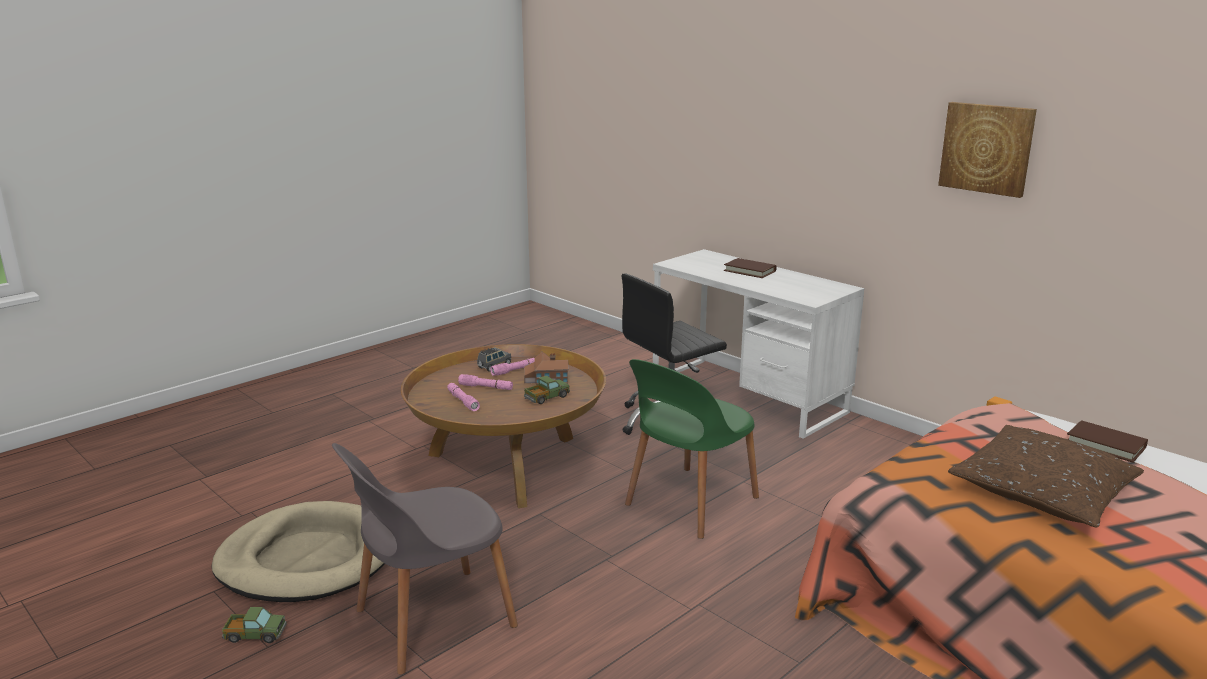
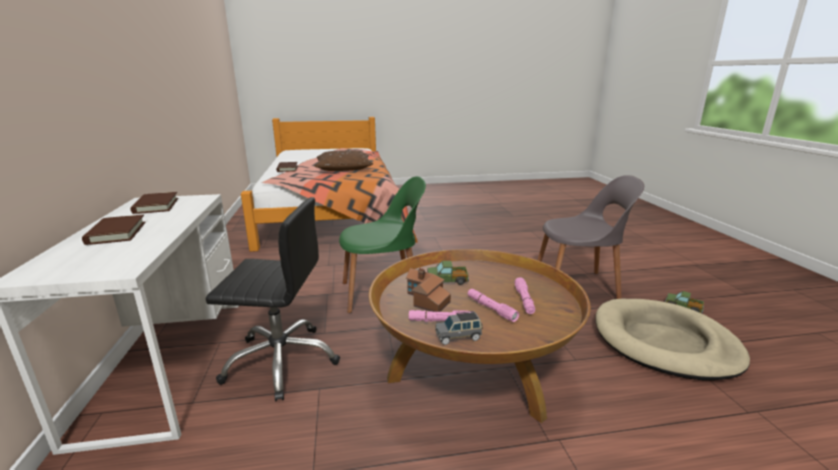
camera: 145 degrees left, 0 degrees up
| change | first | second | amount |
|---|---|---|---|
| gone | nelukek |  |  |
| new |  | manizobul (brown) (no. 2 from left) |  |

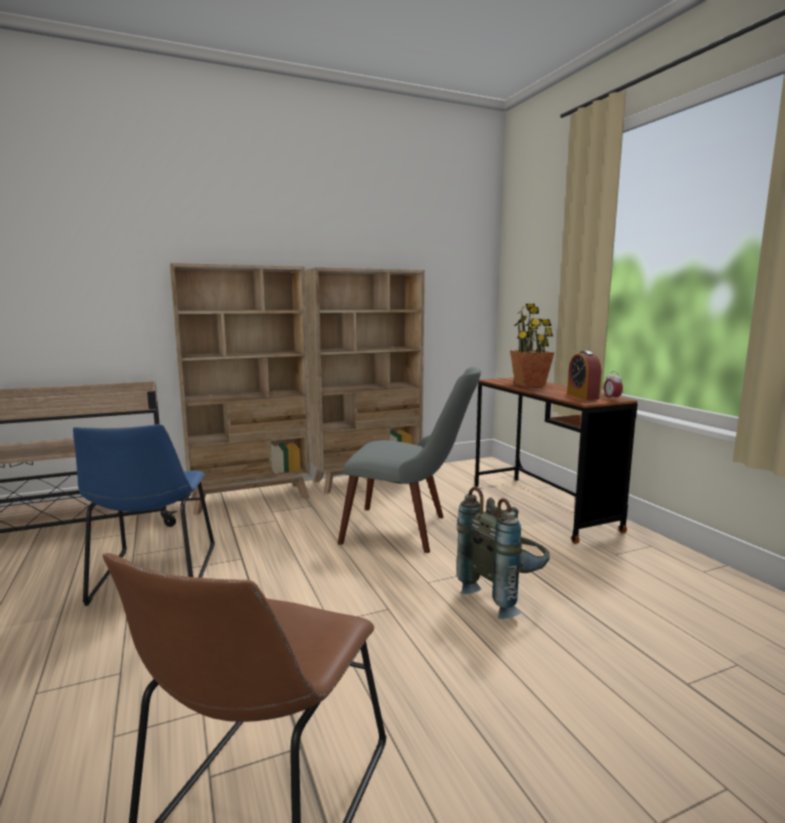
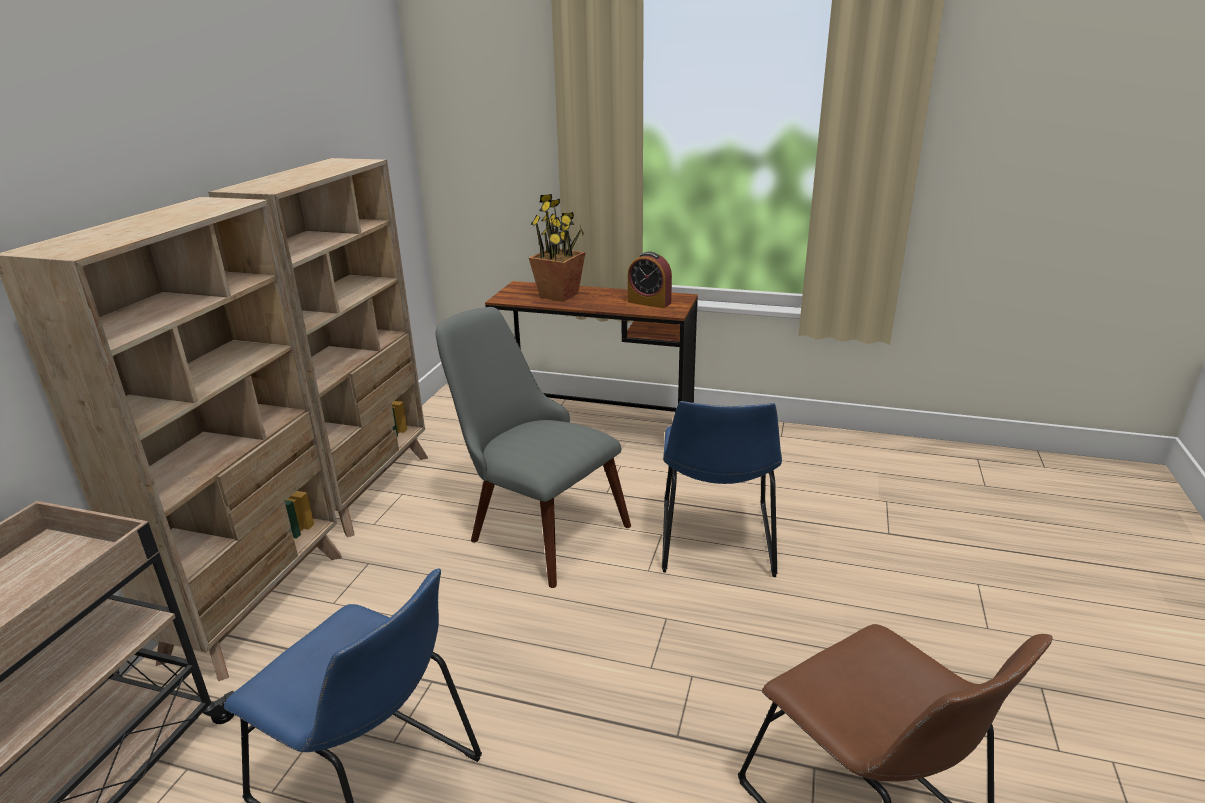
camera: 50 degrees left, 15 degrees up
| change | first | second | amount |
|---|---|---|---|
| rotated | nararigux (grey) |  | 105 degrees counterclockwise |
| swapped | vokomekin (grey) | nararigux (blue) (no. 2 from left) |  |
| gone | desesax (no. 2 from left) |  |  |

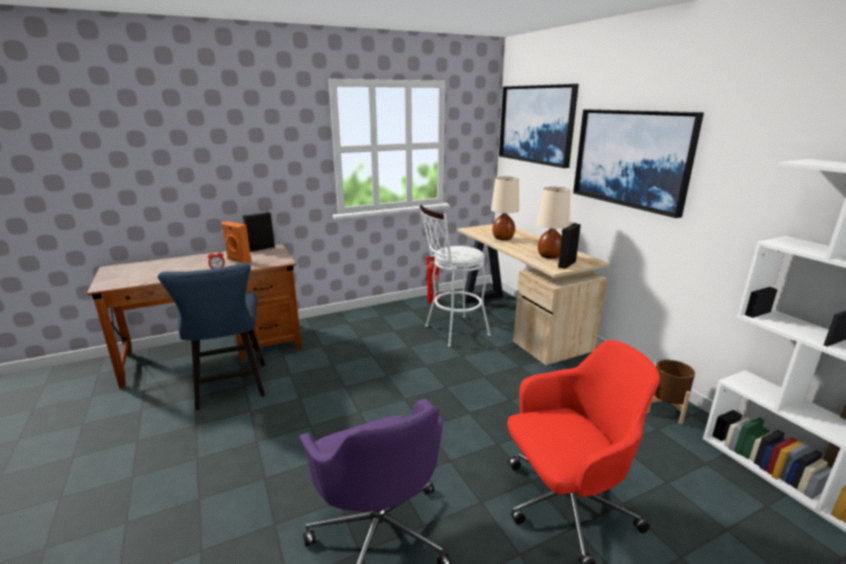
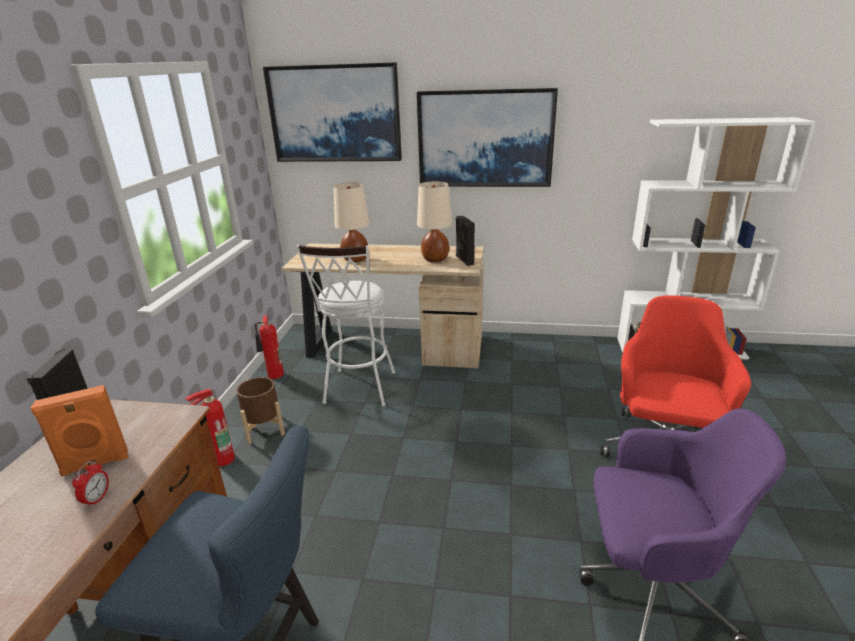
camera: 55 degrees left, 5 degrees up
| change | first | second | amount |
|---|---|---|---|
| shifted | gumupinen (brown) |  |  |
| new |  | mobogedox (no. 1 from left) |  |

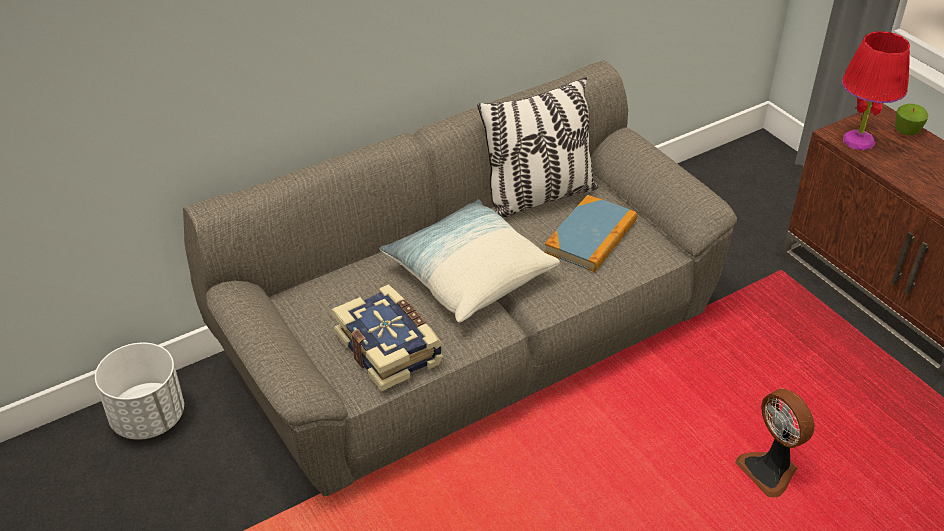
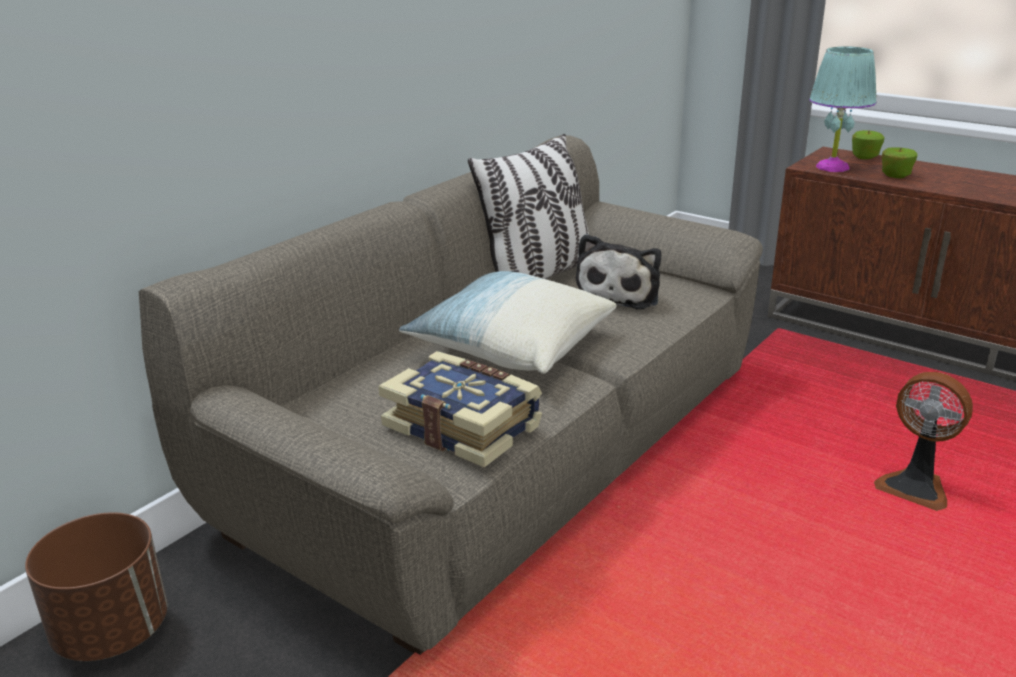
camera: 20 degrees left, 15 degrees down
| change | first | second | amount |
|---|---|---|---|
| repainted | gumupinen (white) | gumupinen (brown) |  |
| swapped | manizobul (no. 2 from left) | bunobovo |  |
| repainted | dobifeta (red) | dobifeta (turquoise) |  |
| new |  | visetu (no. 2 from left) |  |

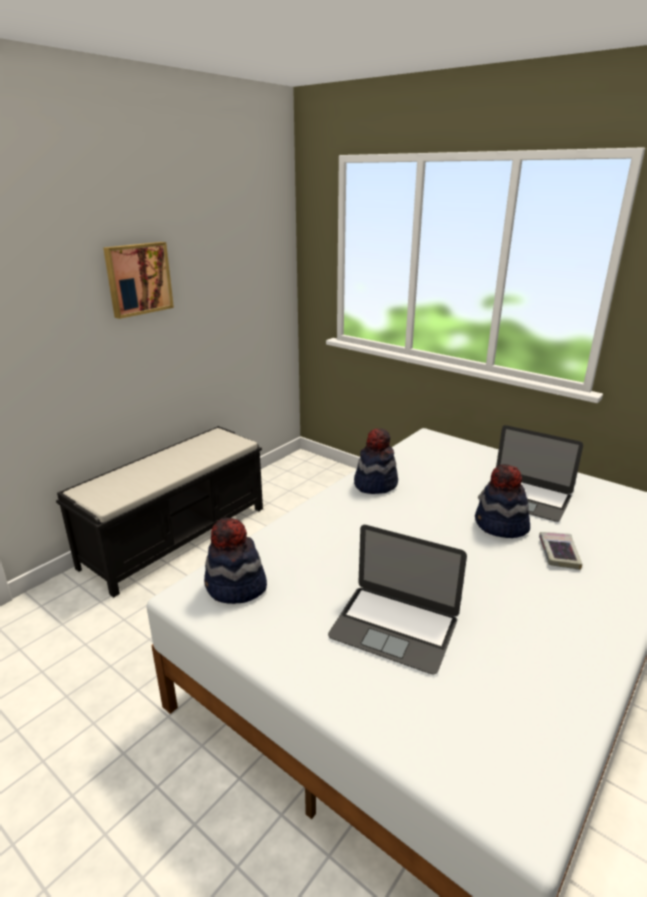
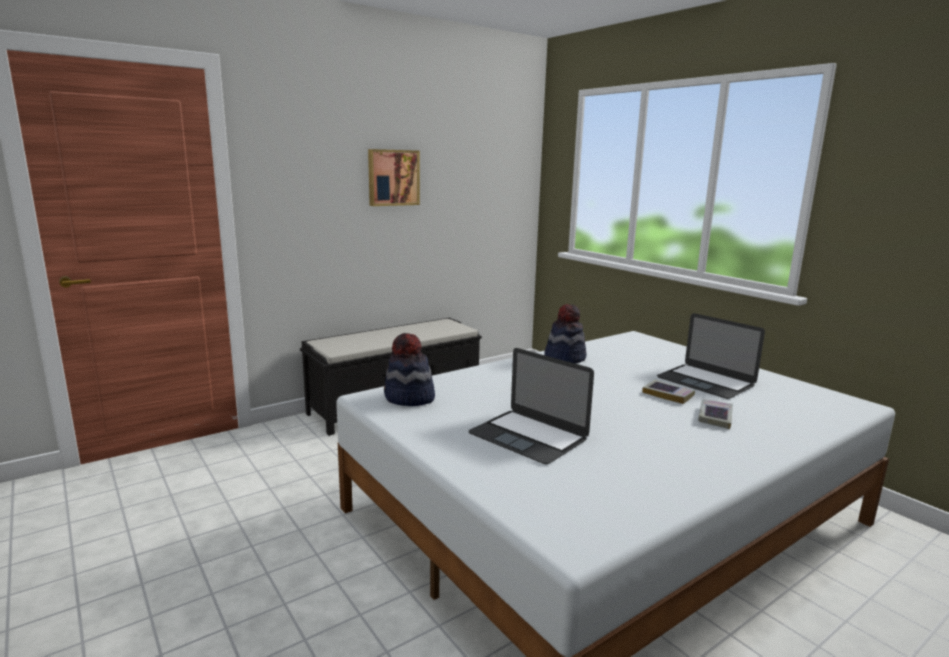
camera: 15 degrees right, 10 degrees down
| change | first | second | amount |
|---|---|---|---|
| swapped | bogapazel (no. 3 from left) | manizobul (no. 1 from left) |  |

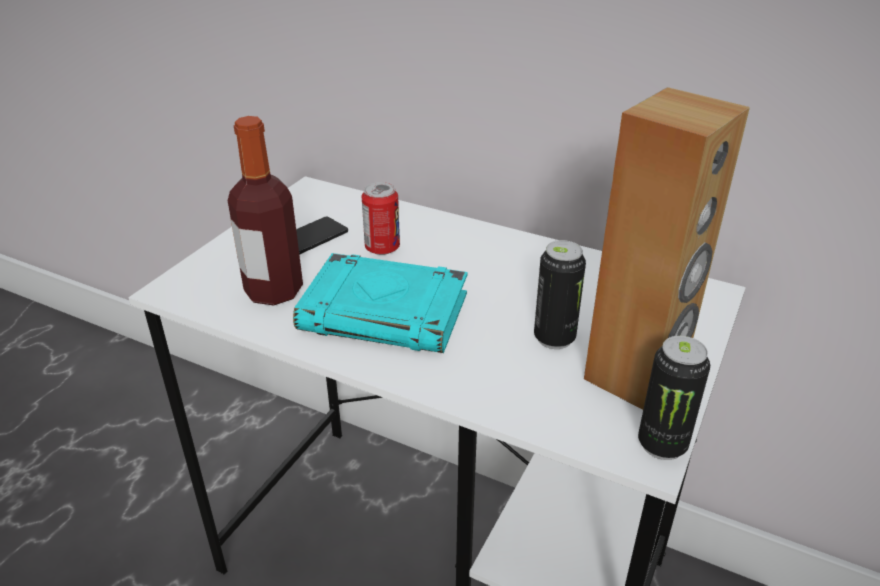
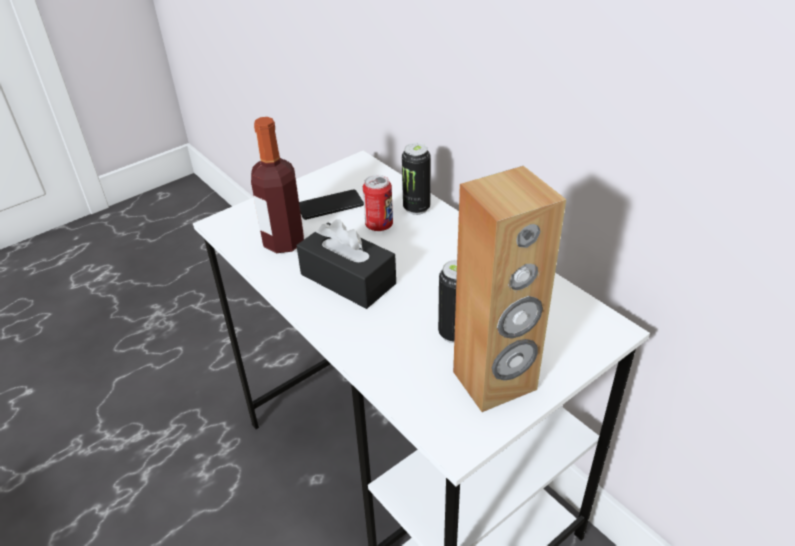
camera: 25 degrees right, 5 degrees up
| change | first | second | amount |
|---|---|---|---|
| swapped | manizobul (turquoise) | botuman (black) |  |
| shifted | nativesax (no. 3 from left in the first image) | nativesax (no. 2 from left) |  |

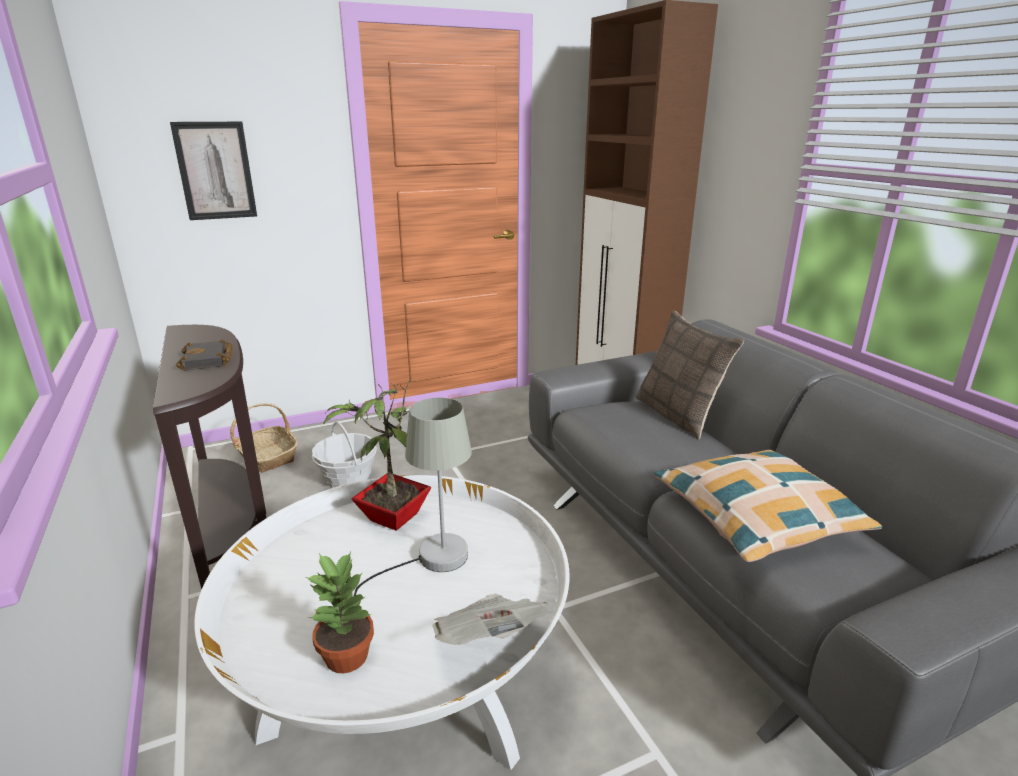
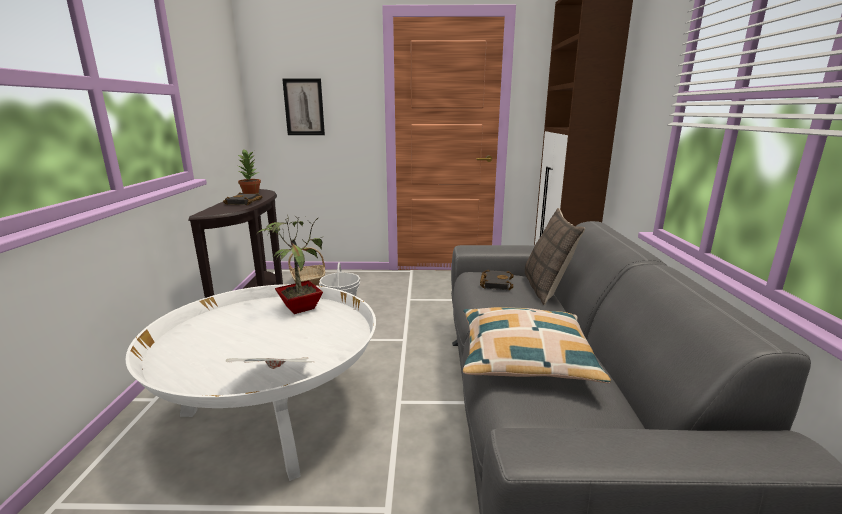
camera: 25 degrees right, 5 degrees down
| change | first | second | amount |
|---|---|---|---|
| shifted | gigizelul (no. 1 from left) |  |  |
| gone | dobifeta (grey) |  |  |
| new |  | manizobul (black) (no. 2 from left) |  |

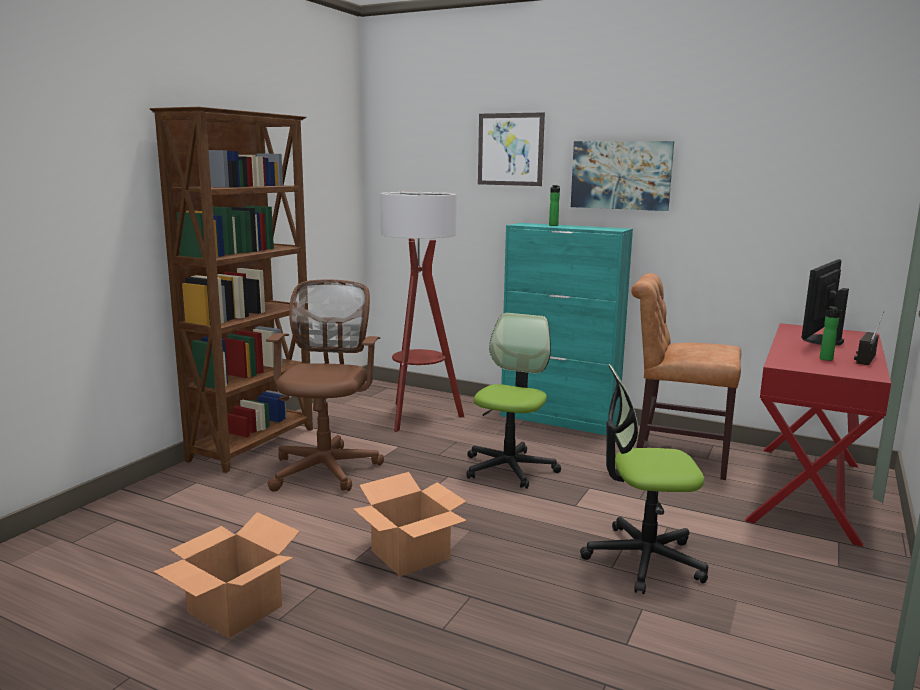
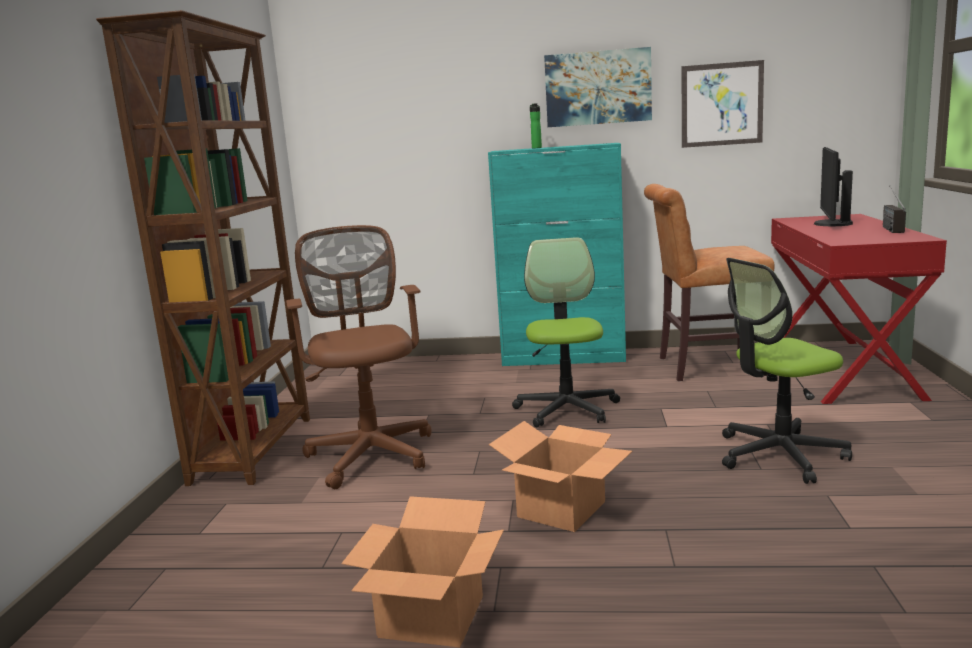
camera: 20 degrees left, 0 degrees up
| change | first | second | amount |
|---|---|---|---|
| gone | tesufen |  |  |
| shifted | nelukek (no. 1 from left in the first image) | nelukek (no. 2 from left) |  |
| gone | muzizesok (no. 2 from left) |  |  |

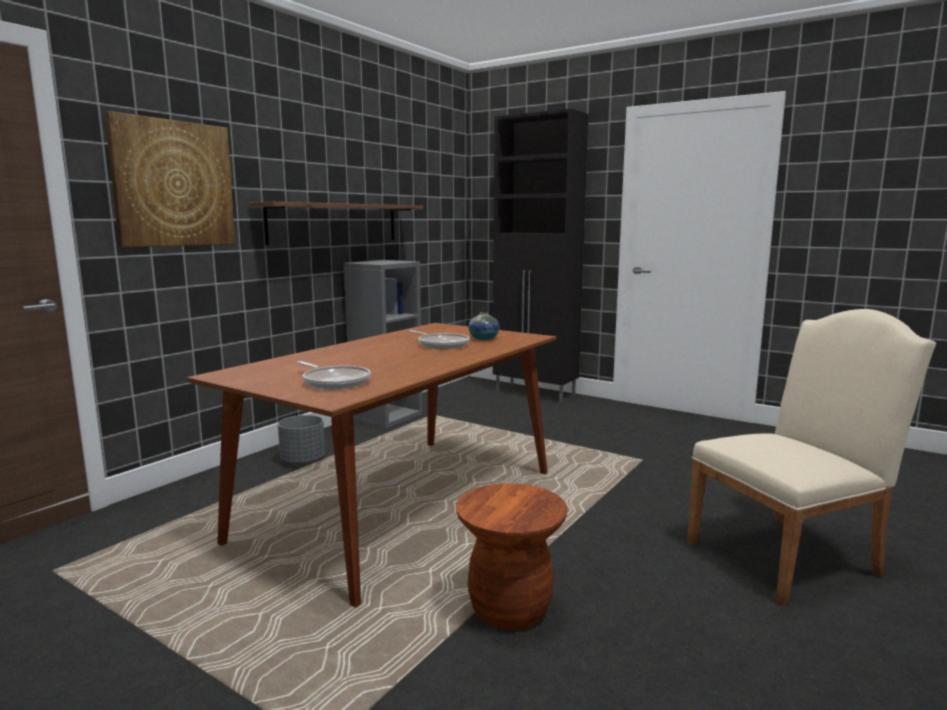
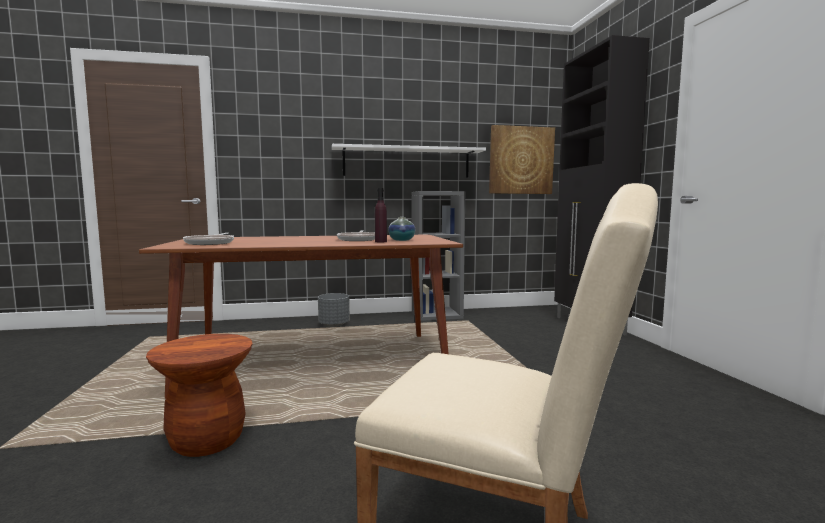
camera: 45 degrees right, 5 degrees down
| change | first | second | amount |
|---|---|---|---|
| shifted | nelukek |  |  |
| repainted | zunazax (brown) | zunazax (white) |  |
| new |  | muzizesok (purple) |  |

